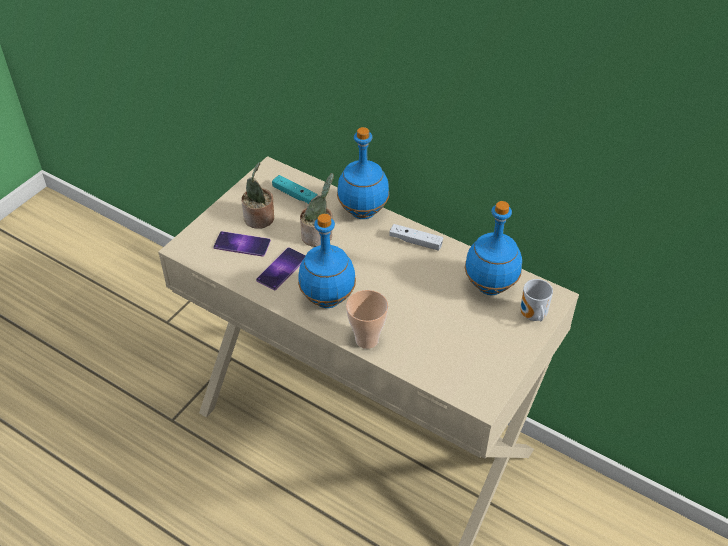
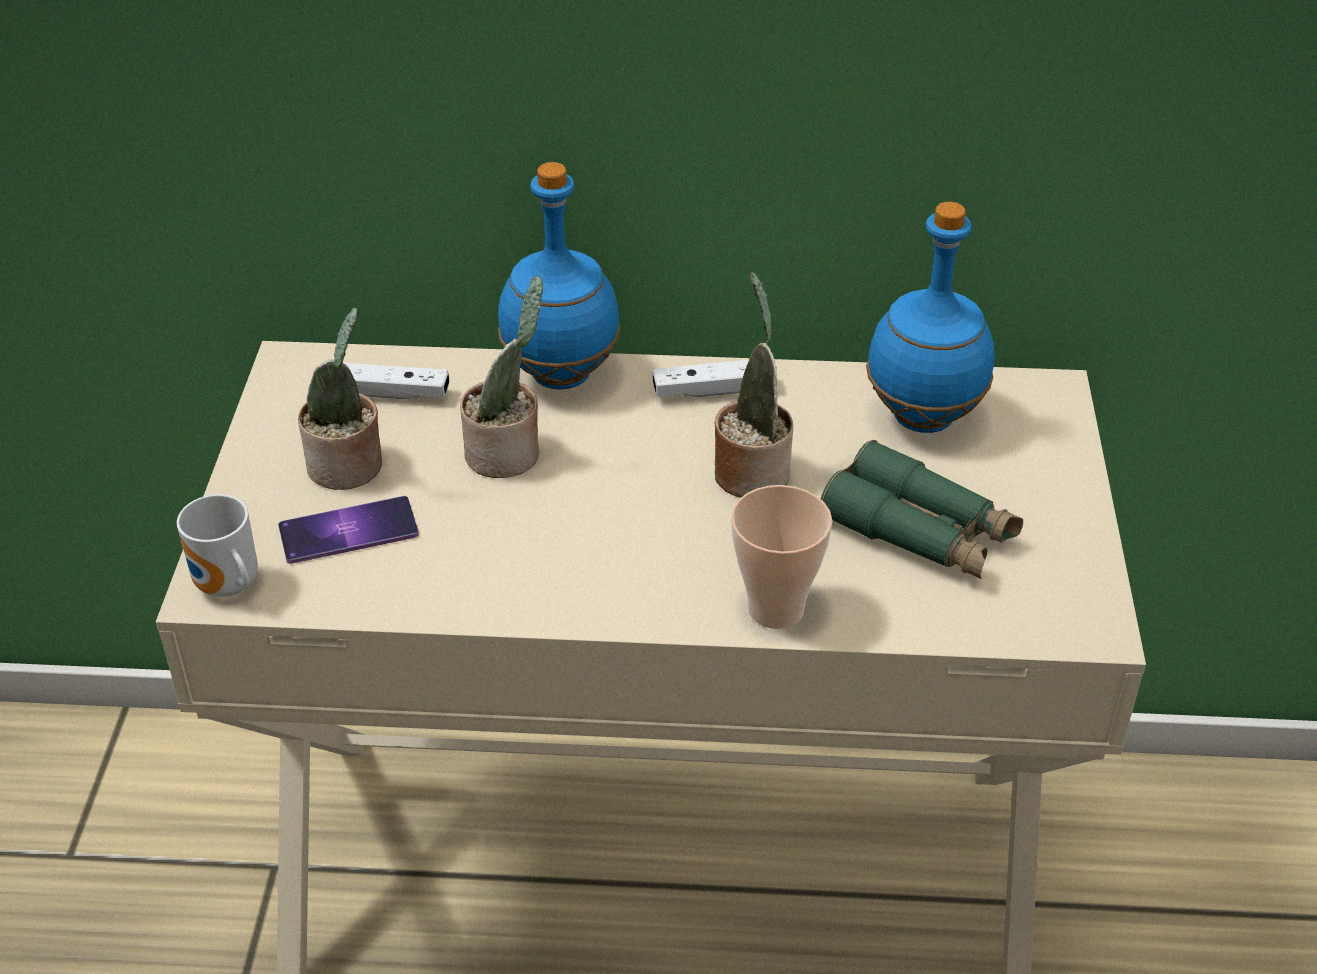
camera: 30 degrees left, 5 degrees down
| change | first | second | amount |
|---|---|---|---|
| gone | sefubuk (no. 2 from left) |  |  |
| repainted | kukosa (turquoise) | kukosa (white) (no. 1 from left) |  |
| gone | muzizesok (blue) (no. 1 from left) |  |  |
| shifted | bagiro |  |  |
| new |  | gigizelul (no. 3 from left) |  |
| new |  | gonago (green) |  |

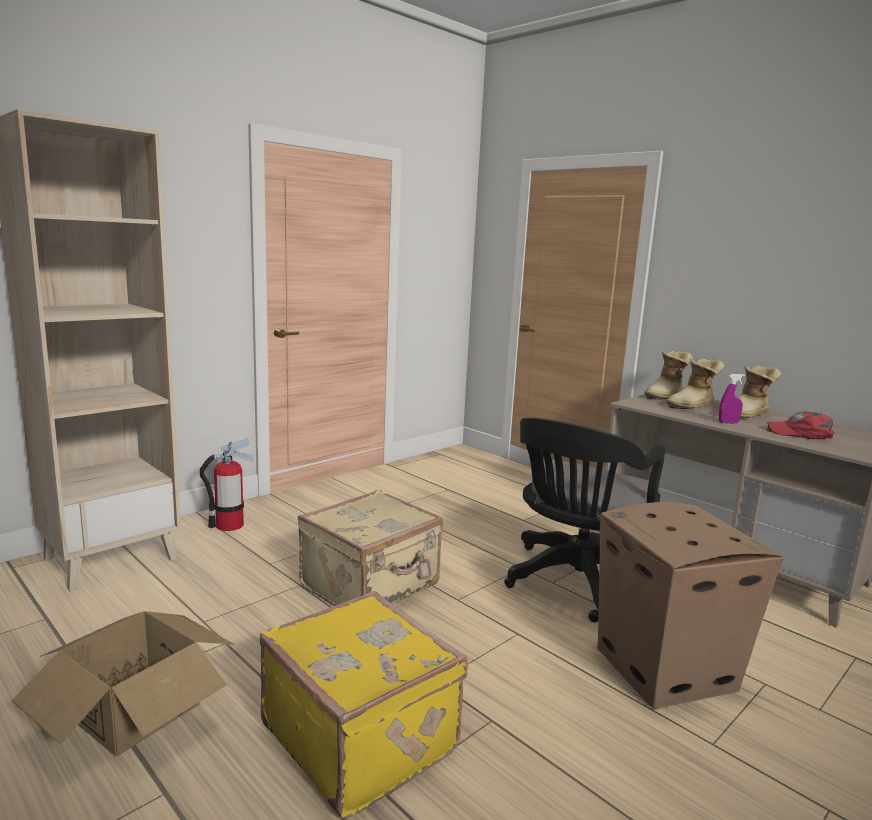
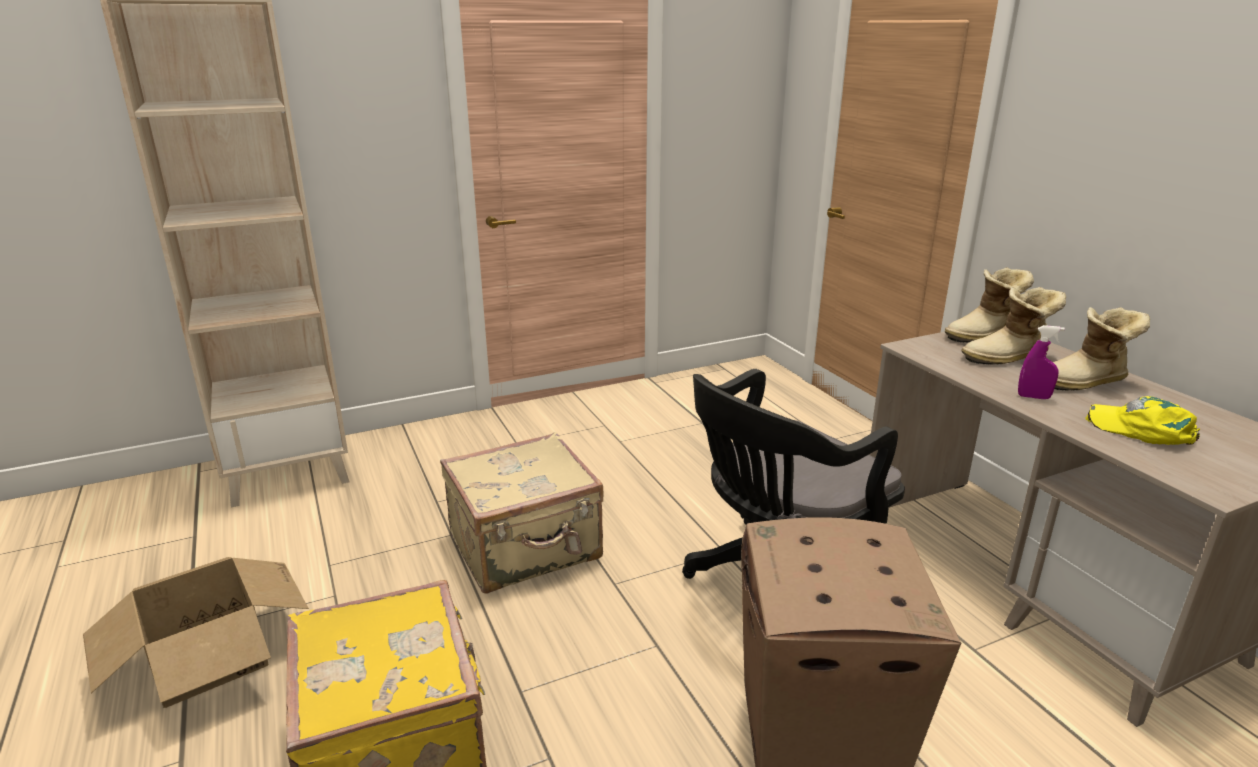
camera: 20 degrees right, 10 degrees up
| change | first | second | amount |
|---|---|---|---|
| gone | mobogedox |  |  |
| repainted | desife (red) | desife (yellow) |  |

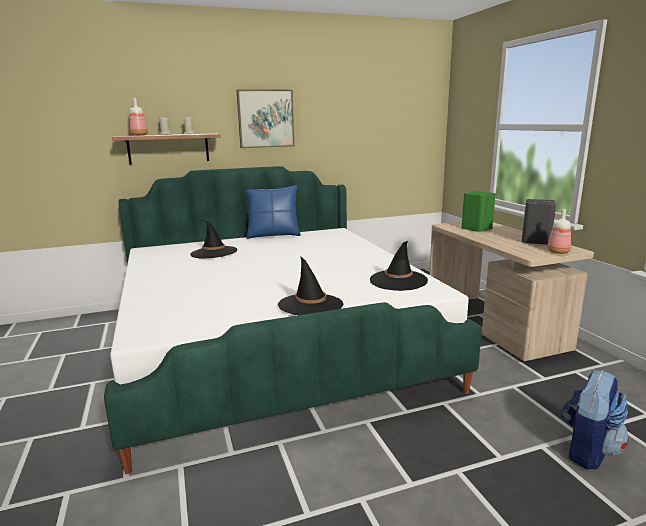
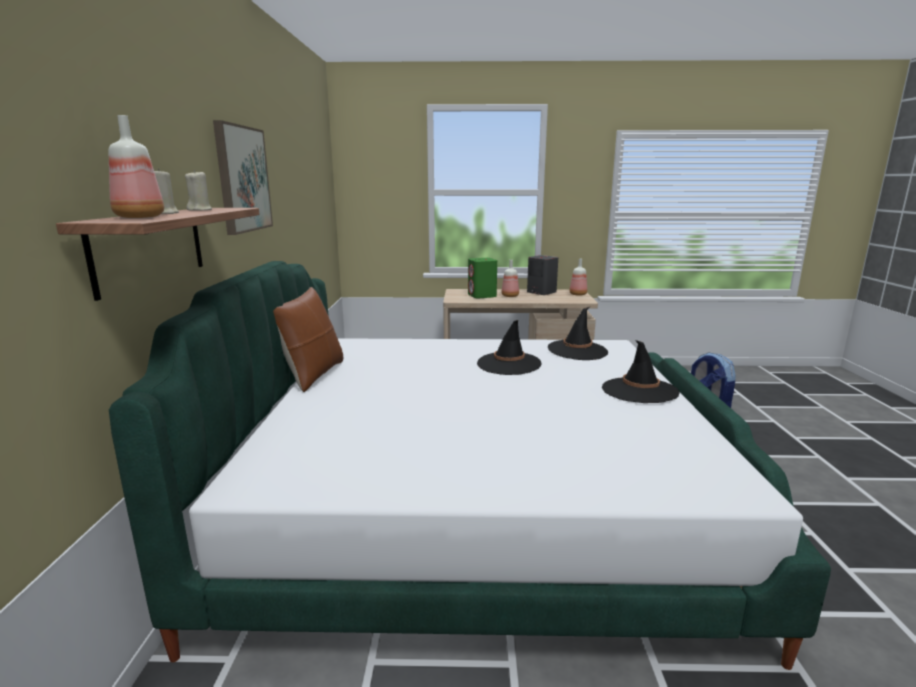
camera: 70 degrees left, 0 degrees up
| change | first | second | amount |
|---|---|---|---|
| shifted | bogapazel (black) (no. 1 from left) |  |  |
| repainted | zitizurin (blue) | zitizurin (brown) |  |
| new |  | muzizesok (no. 2 from left) |  |

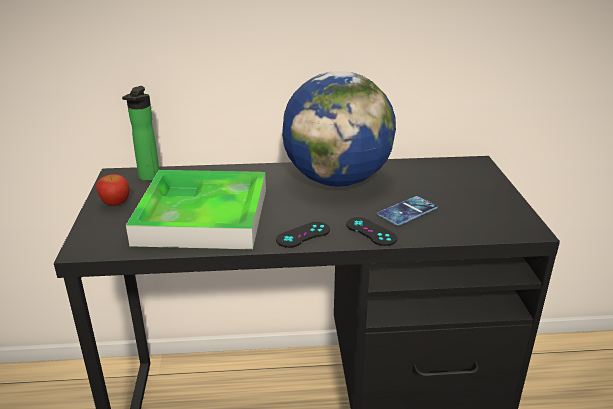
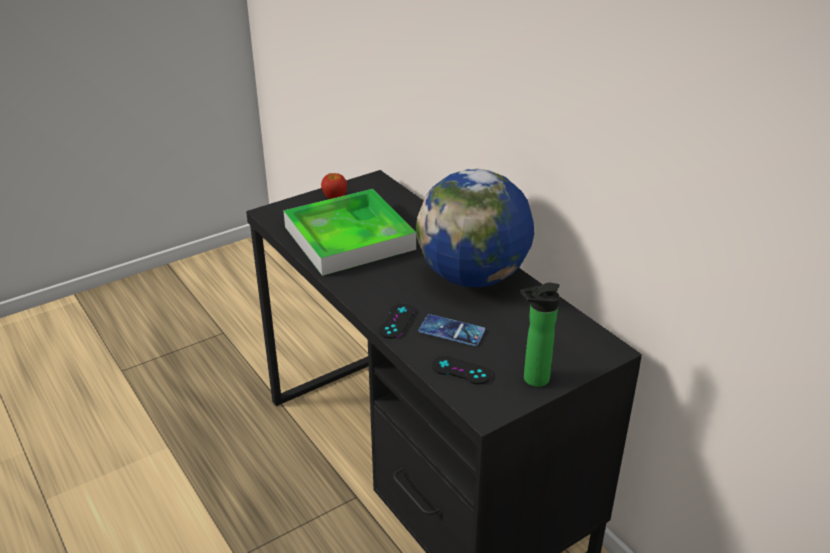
camera: 60 degrees right, 5 degrees up
| change | first | second | amount |
|---|---|---|---|
| shifted | muzizesok |  |  |
| shifted | kukosa (black) (no. 1 from left in the first image) | kukosa (black) (no. 2 from left) |  |

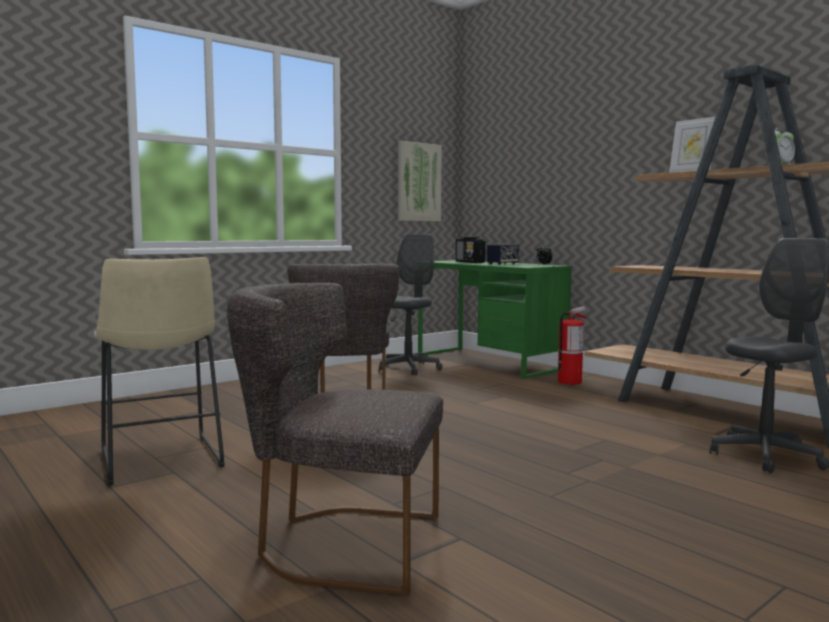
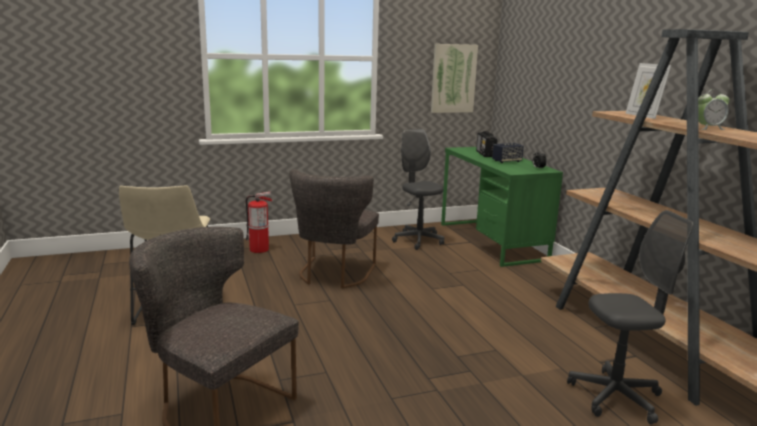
camera: 20 degrees right, 10 degrees up
| change | first | second | amount |
|---|---|---|---|
| rotated | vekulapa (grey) (no. 1 from left) |  | 75 degrees counterclockwise |
| shifted | mobogedox |  |  |

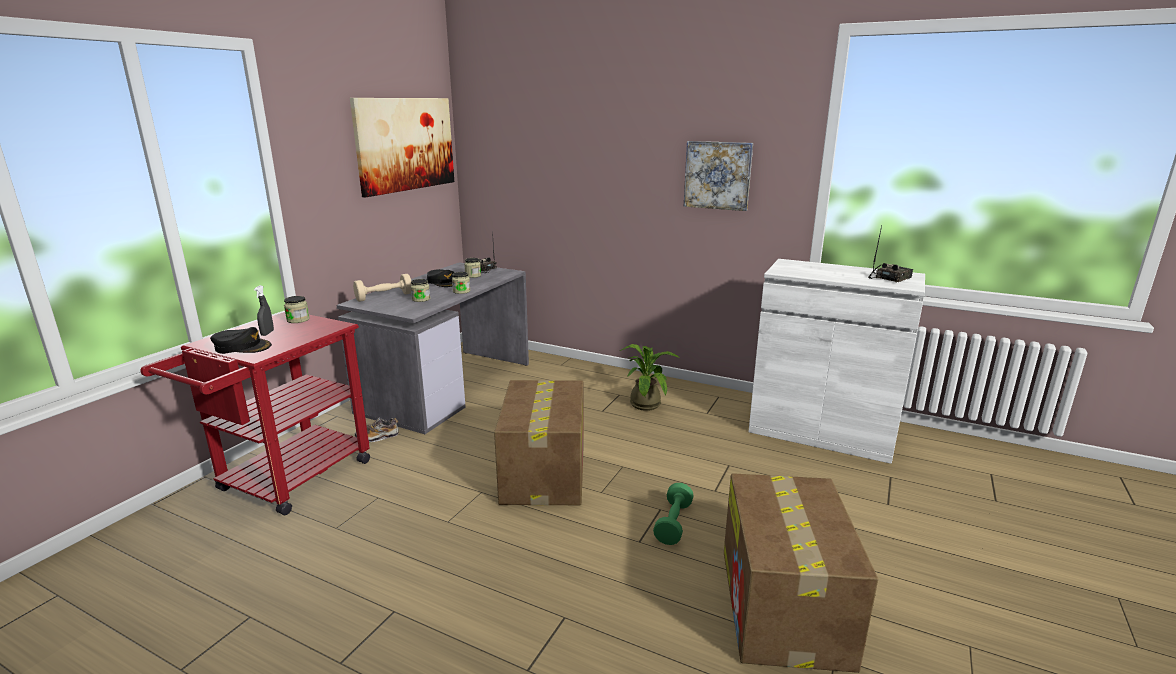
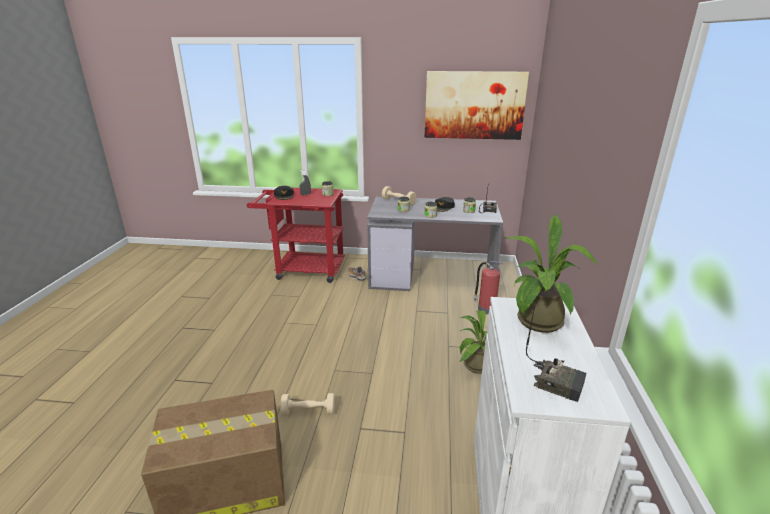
camera: 70 degrees right, 5 degrees up
| change | first | second | amount |
|---|---|---|---|
| gone | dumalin (no. 1 from left) |  |  |
| repainted | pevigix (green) | pevigix (beige) (no. 1 from left) |  |
| gone | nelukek (no. 2 from left) |  |  |
| new |  | mobogedox |  |
| new |  | gigizelul (no. 2 from left) |  |

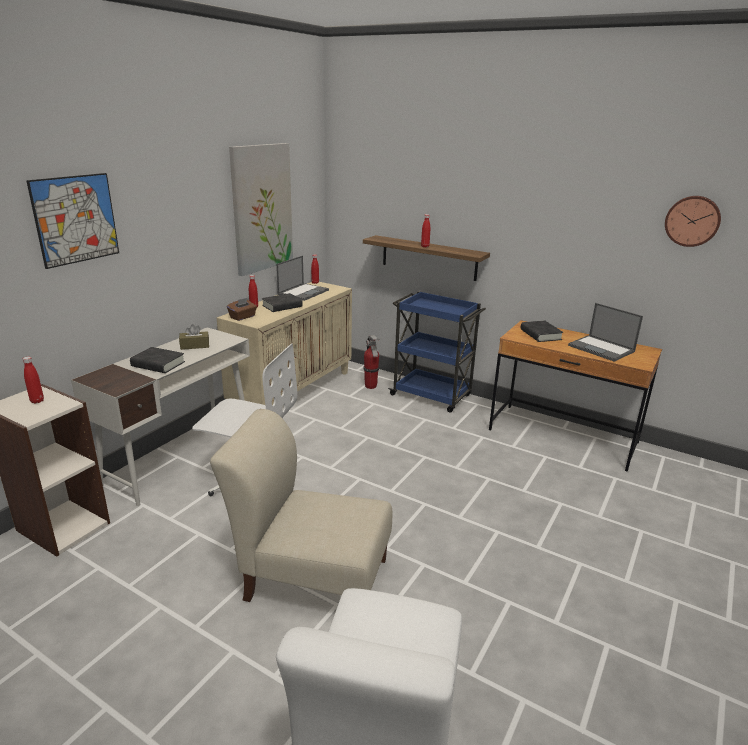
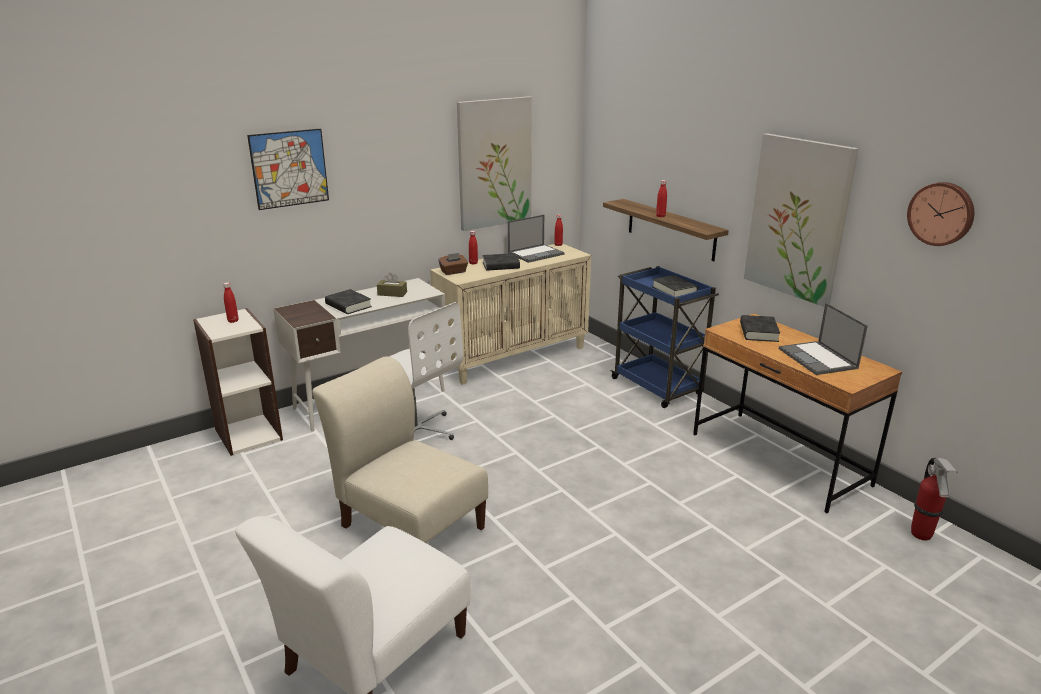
camera: 25 degrees right, 0 degrees up
| change | first | second | amount |
|---|---|---|---|
| shifted | mobogedox |  |  |
| new |  | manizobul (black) (no. 3 from left) |  |
| new |  | nelukek (no. 3 from left) |  |

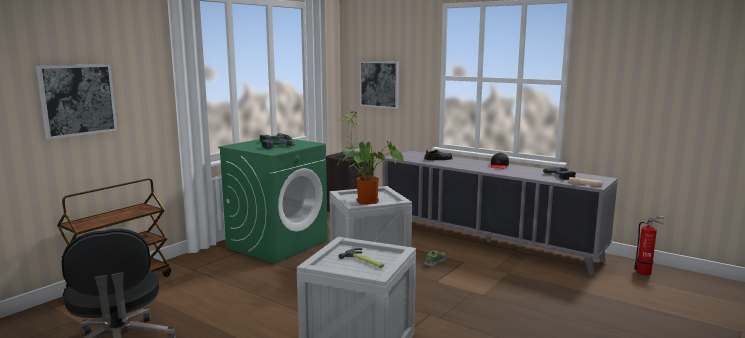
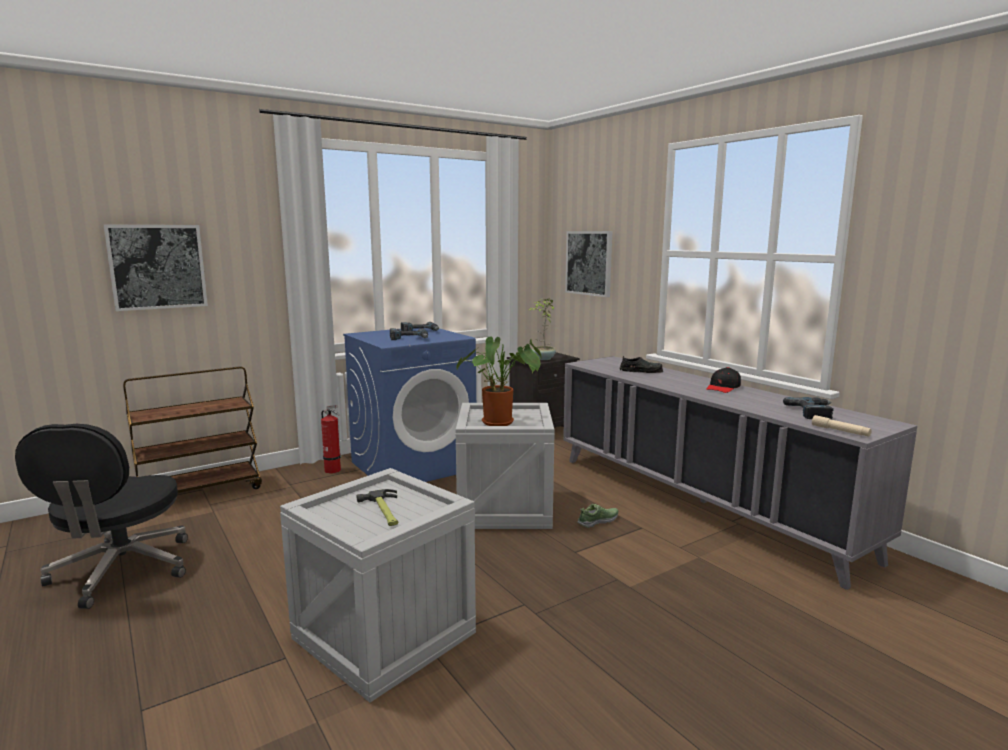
camera: 20 degrees right, 0 degrees up
| change | first | second | amount |
|---|---|---|---|
| repainted | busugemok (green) | busugemok (blue) |  |
| shifted | mobogedox |  |  |

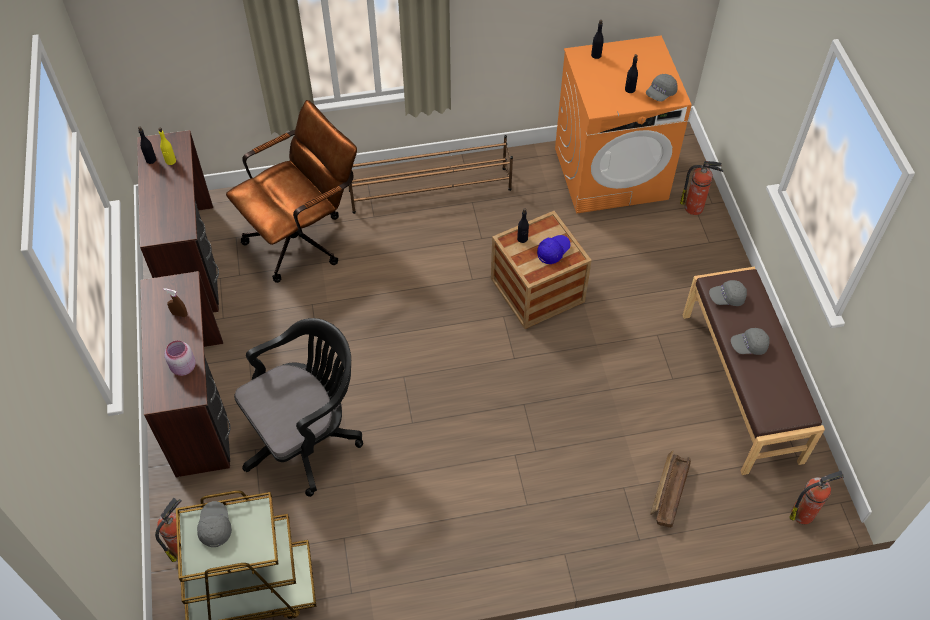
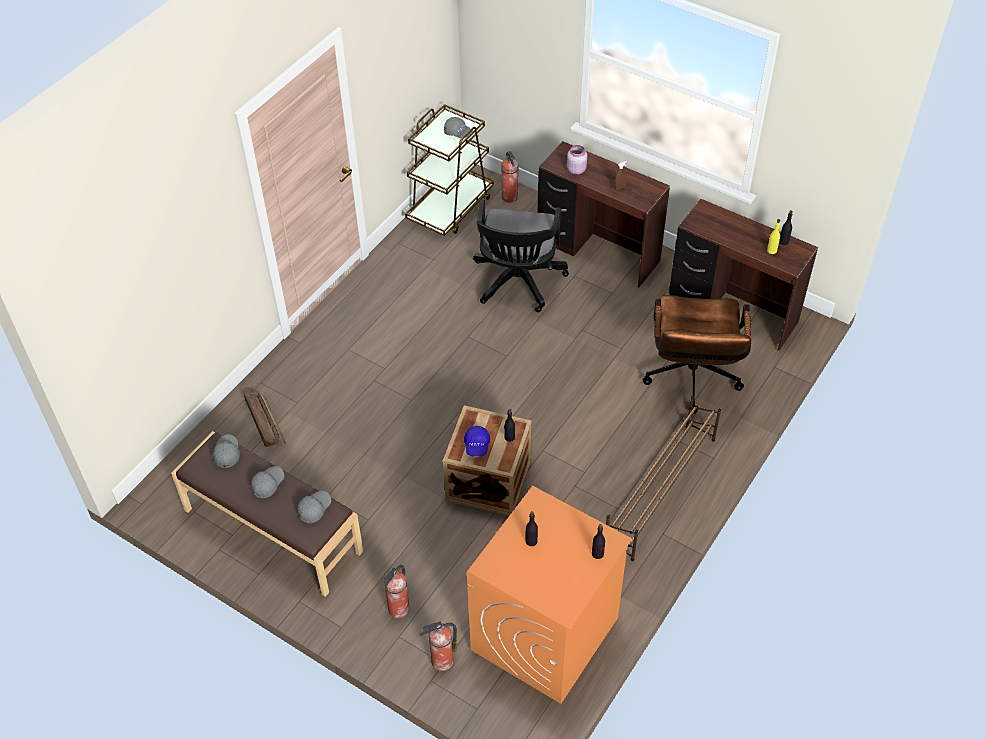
camera: 135 degrees right, 5 degrees down
| change | first | second | amount |
|---|---|---|---|
| shifted | desife (grey) (no. 2 from left in the first image) | desife (grey) (no. 1 from left) |  |
| shifted | mobogedox (no. 3 from left in the first image) | mobogedox (no. 1 from left) |  |

